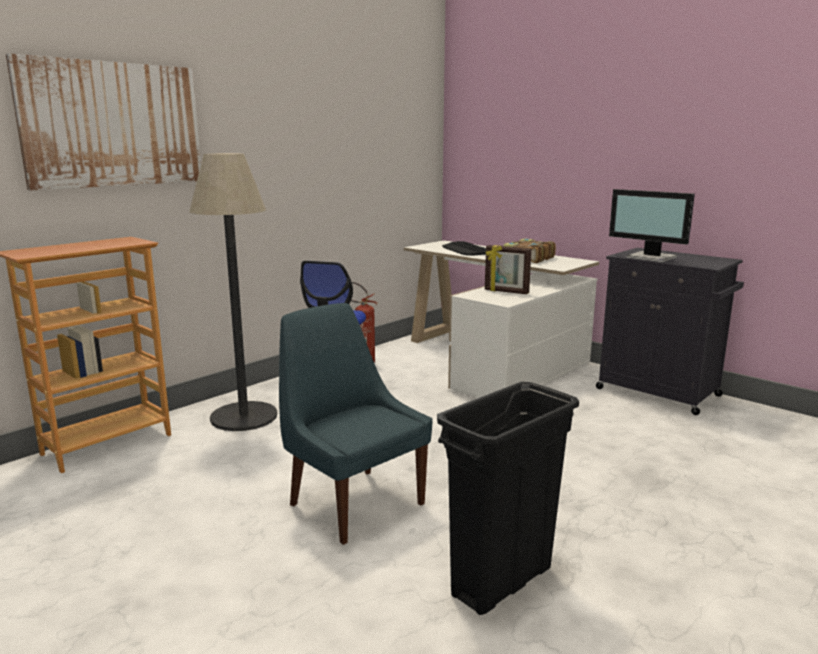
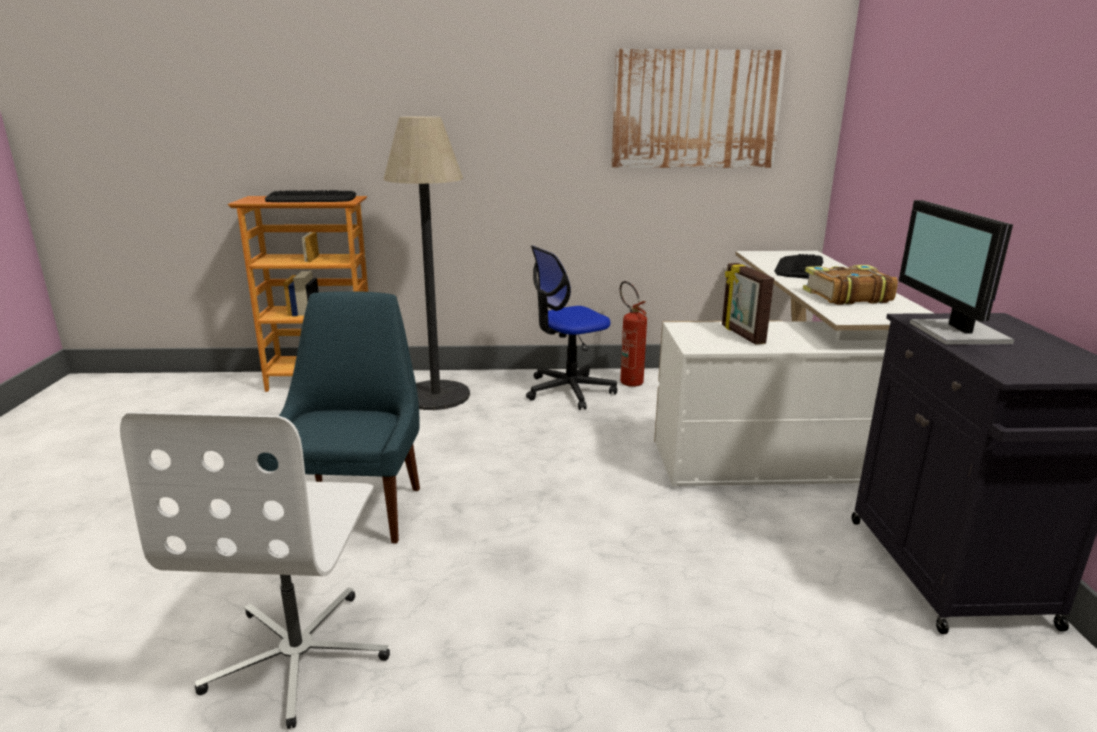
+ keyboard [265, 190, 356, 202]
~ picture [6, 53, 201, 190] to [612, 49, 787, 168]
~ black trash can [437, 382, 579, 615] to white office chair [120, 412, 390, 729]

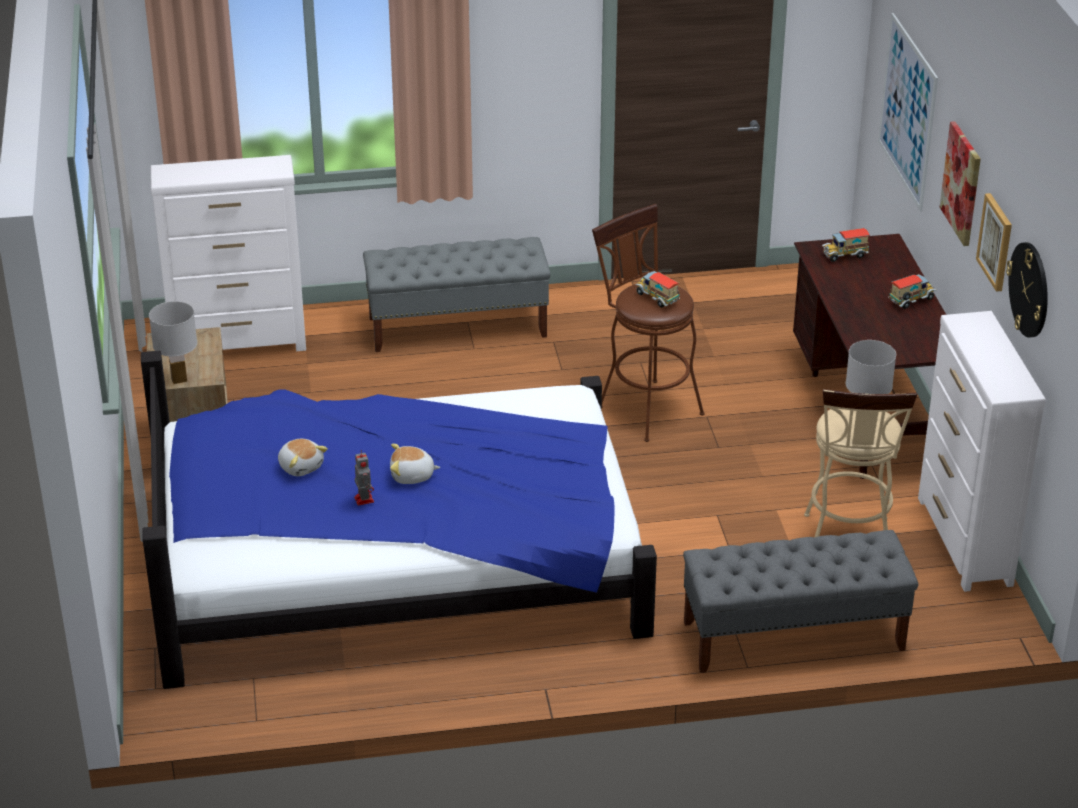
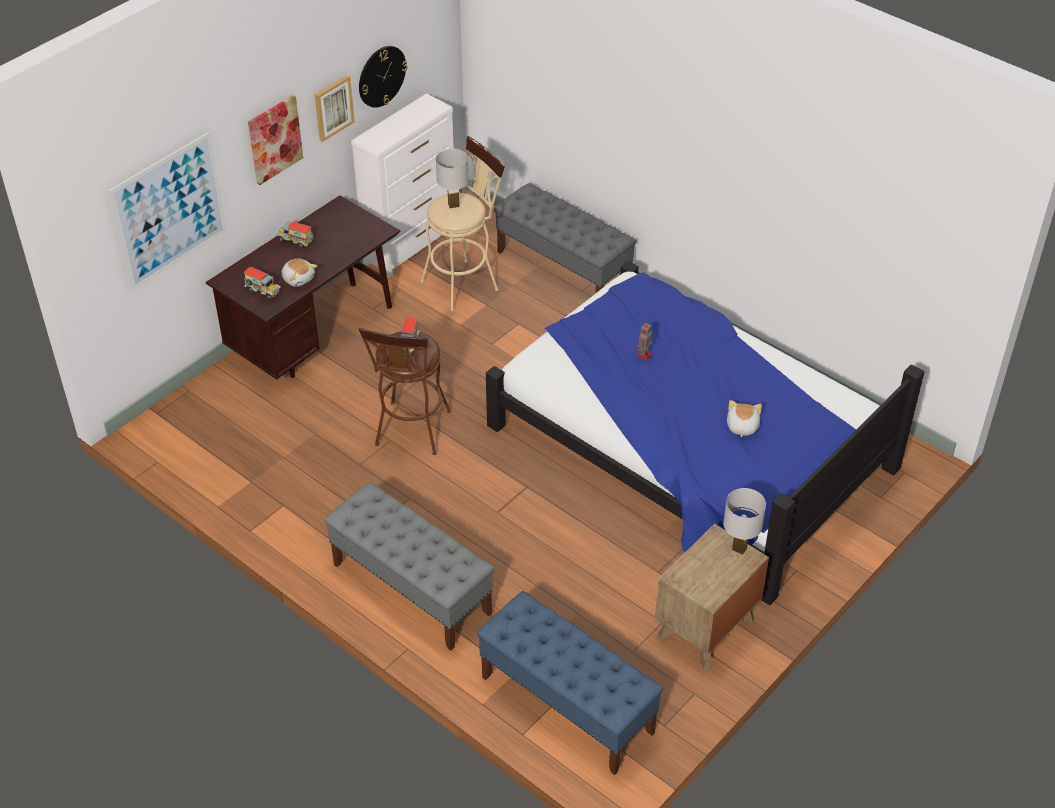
~ toy robot [354, 450, 374, 506] to [636, 323, 652, 360]
~ plush toy [390, 444, 440, 484] to [282, 259, 317, 287]
~ white dresser [150, 155, 306, 351] to blue bench [477, 591, 663, 775]

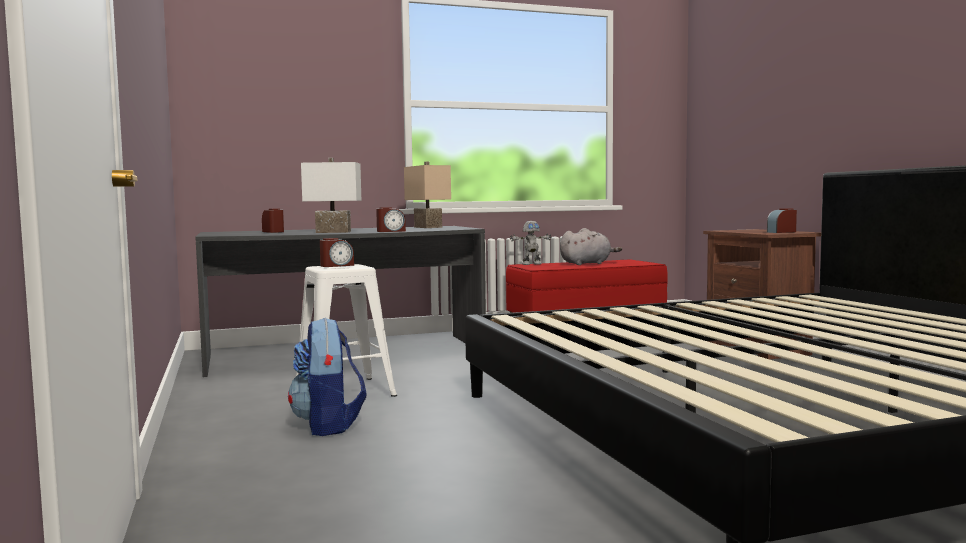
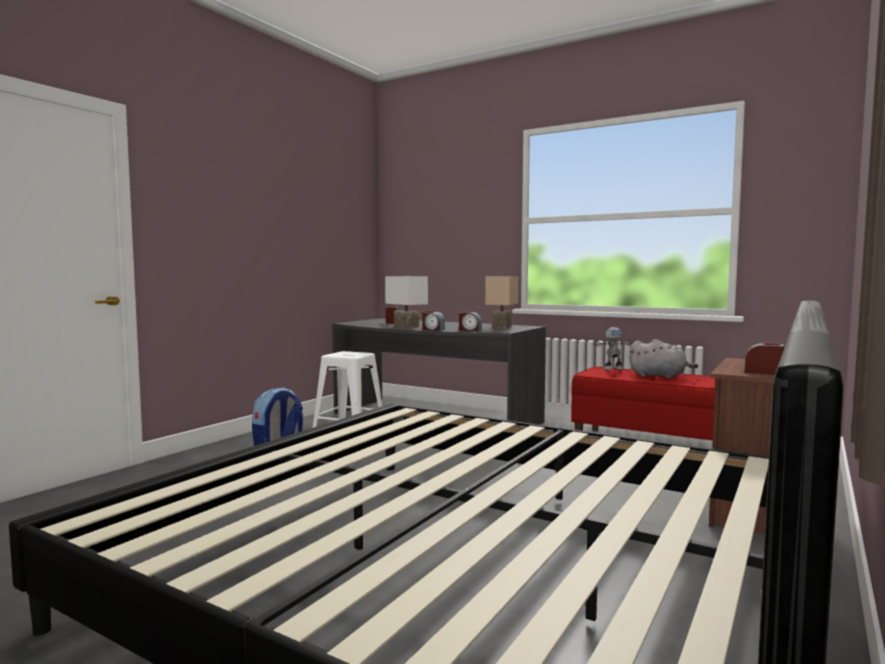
~ alarm clock [320, 238, 354, 267] to [459, 311, 482, 331]
~ toy robot [510, 221, 552, 265] = [593, 327, 633, 370] 45 degrees counterclockwise

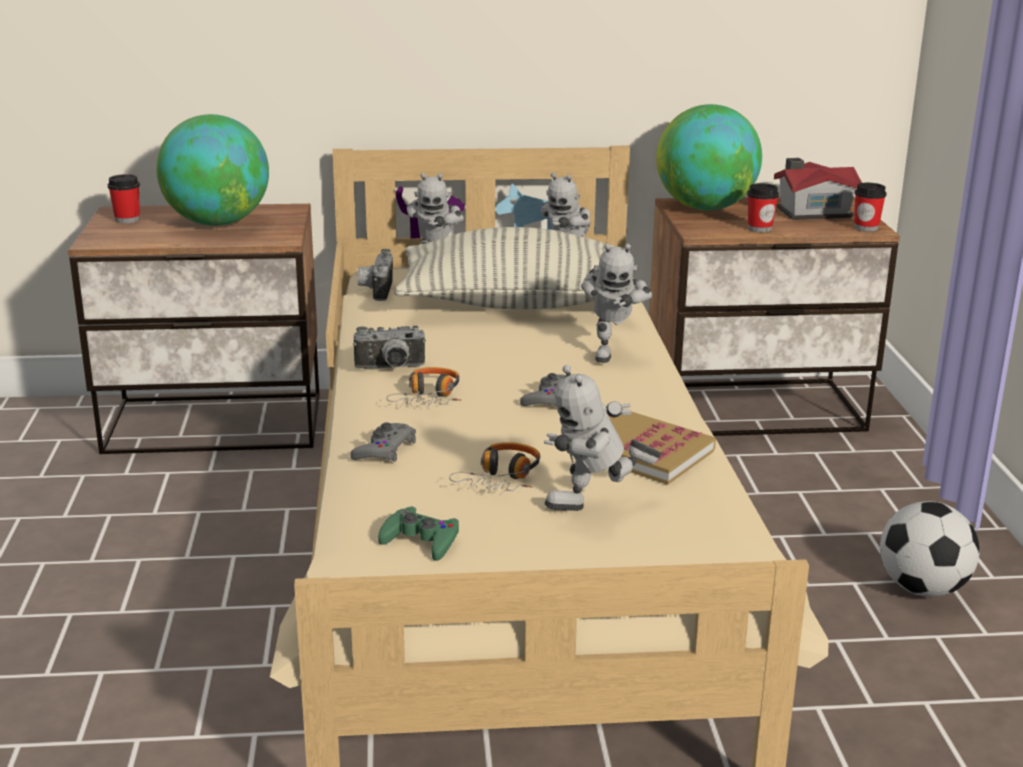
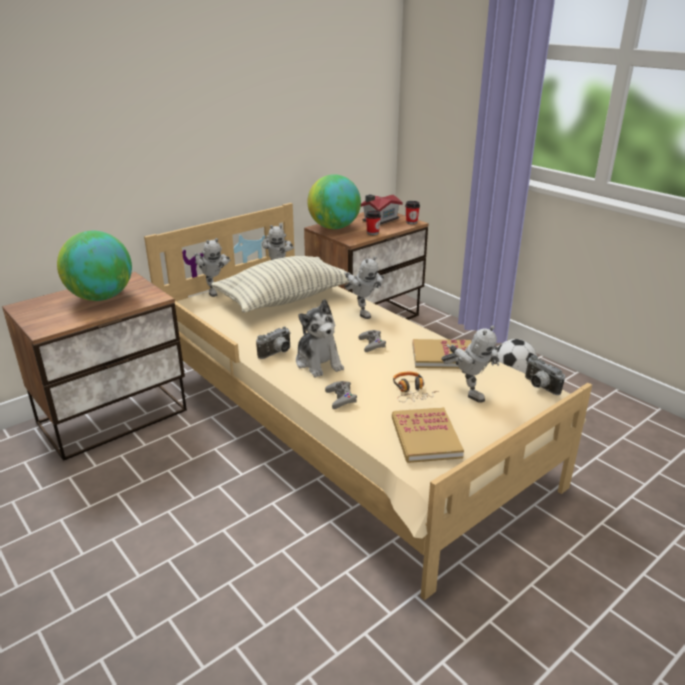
- cup [108, 174, 140, 223]
~ photo camera [358, 249, 393, 301] to [525, 355, 565, 395]
~ green game controller [378, 507, 459, 561] to book [392, 407, 464, 463]
~ headphones [386, 367, 461, 405] to plush toy [296, 299, 344, 378]
~ toy robot [544, 365, 662, 511] = [441, 325, 499, 403] 75 degrees counterclockwise

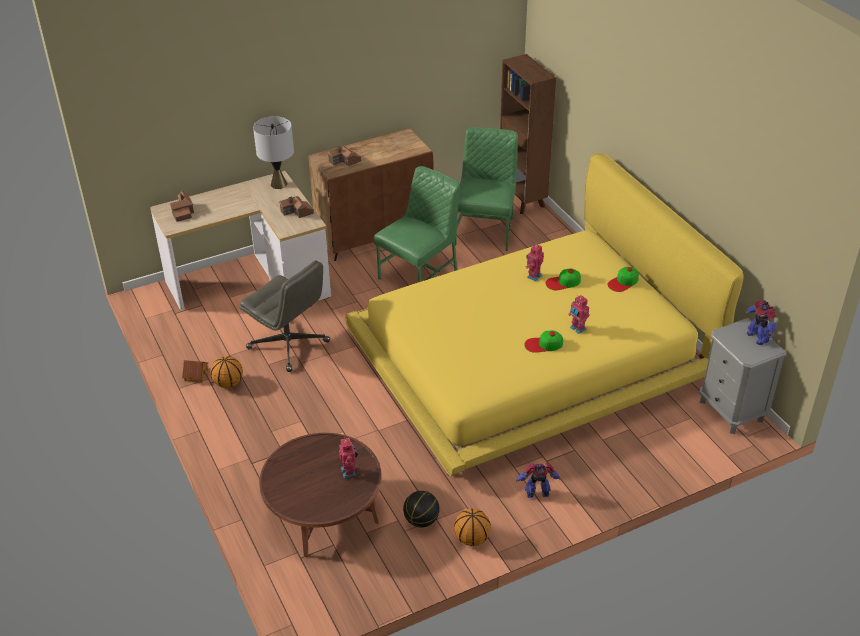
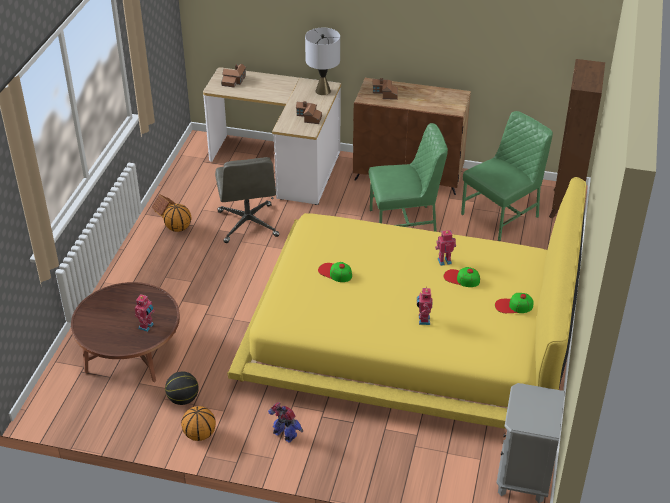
- toy robot [745, 299, 777, 345]
~ cap [524, 331, 563, 353] to [318, 262, 352, 282]

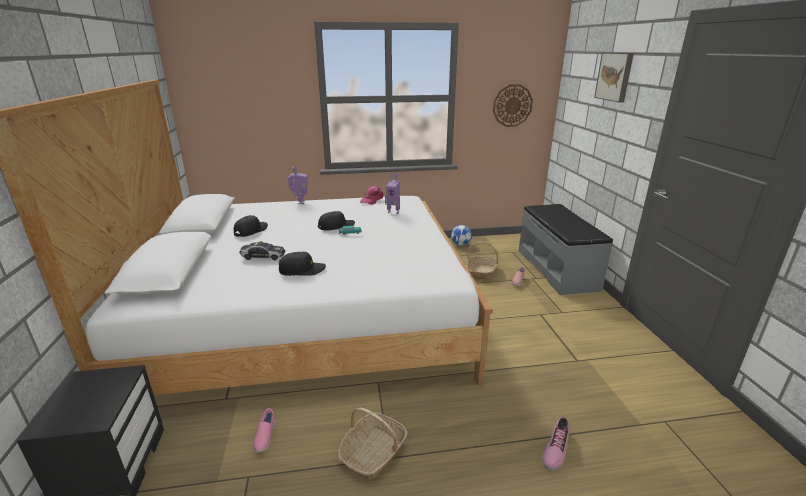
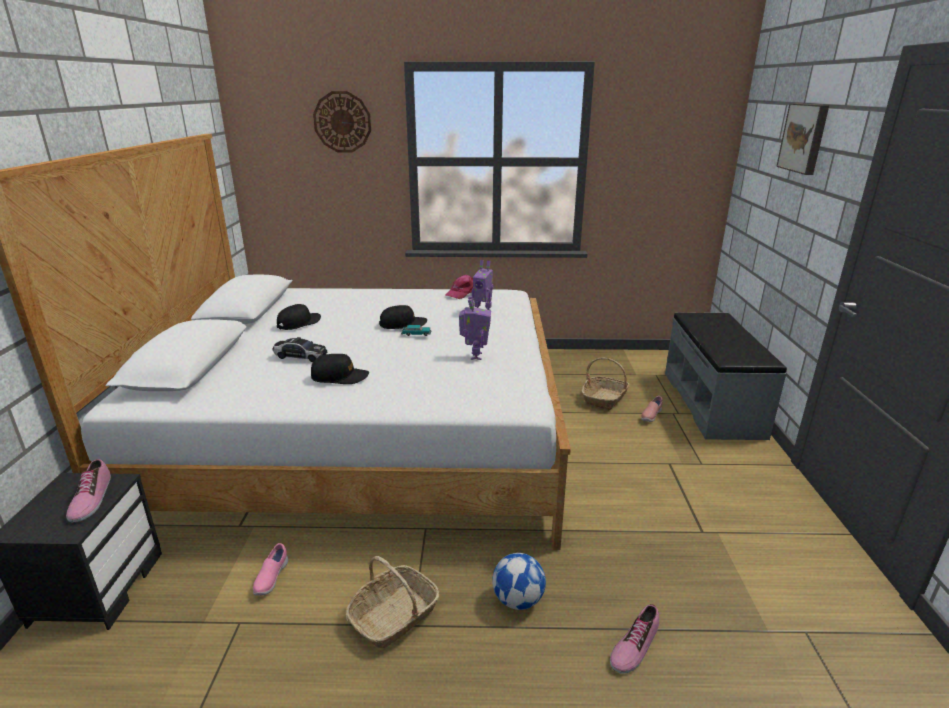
+ shoe [66, 459, 111, 523]
~ toy robot [288, 166, 308, 204] to [459, 296, 491, 360]
~ football [451, 225, 472, 246] to [492, 553, 546, 610]
~ wall clock [493, 84, 533, 127] to [313, 91, 371, 152]

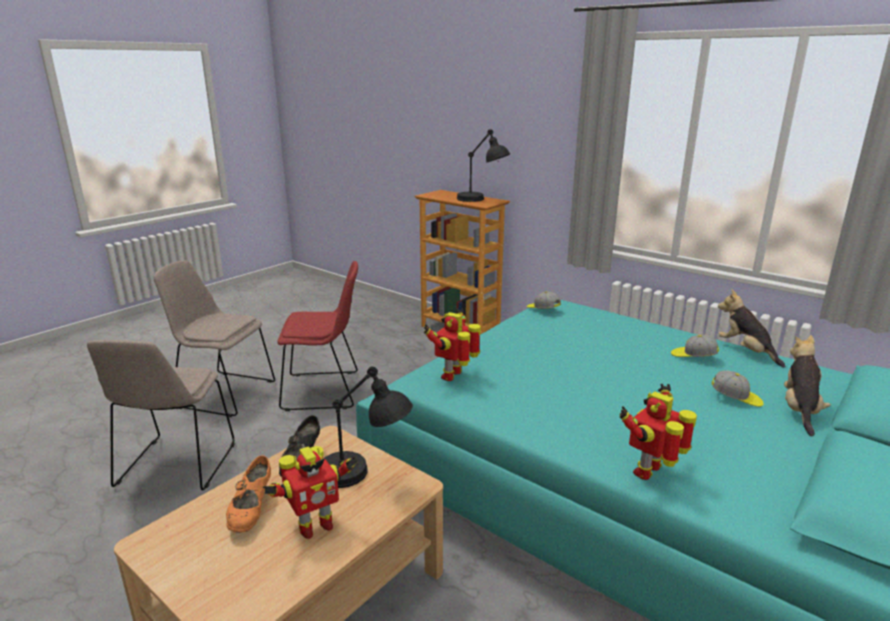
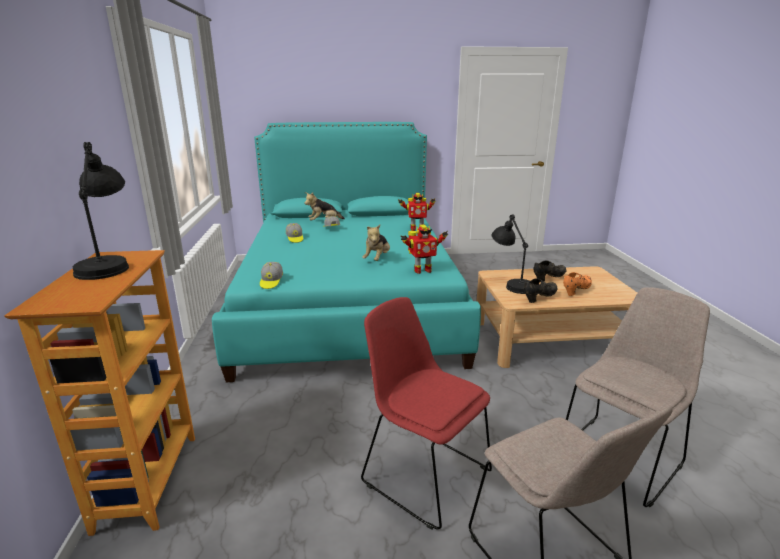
~ plush toy [718, 289, 785, 367] to [362, 224, 390, 261]
~ toy robot [263, 446, 357, 539] to black shoe [534, 260, 567, 282]

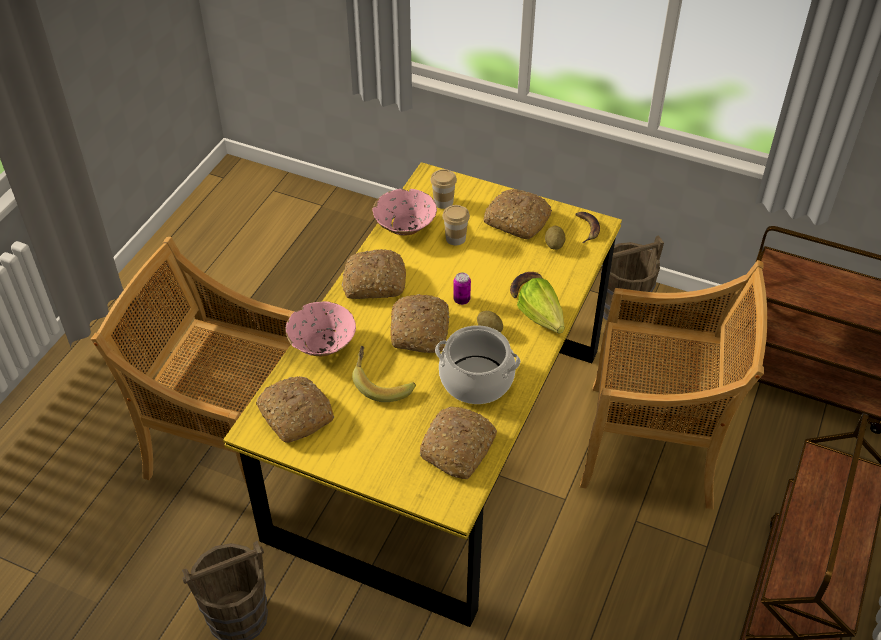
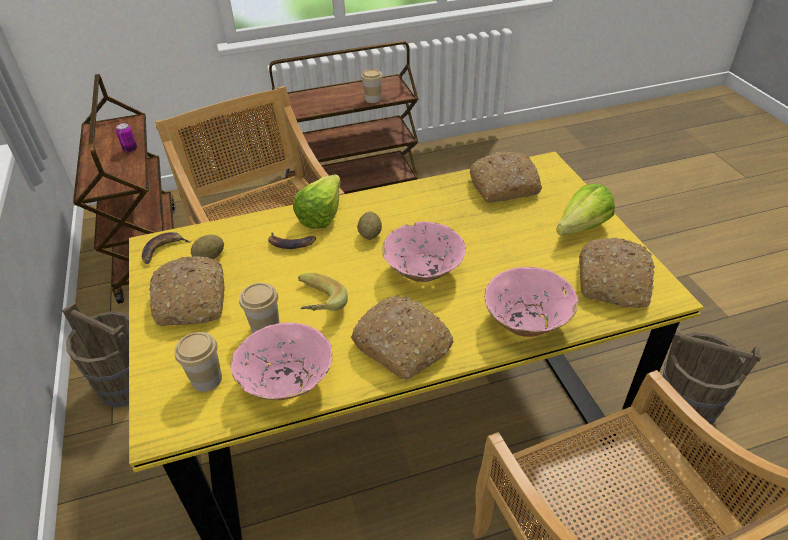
- cooking pot [435, 325, 520, 404]
+ cup [361, 69, 383, 103]
+ lettuce [556, 184, 615, 236]
~ banana [352, 346, 416, 402] to [298, 273, 348, 311]
~ can [453, 272, 471, 305] to [116, 123, 137, 153]
~ bread [390, 294, 450, 353] to pink bowl [382, 222, 466, 282]

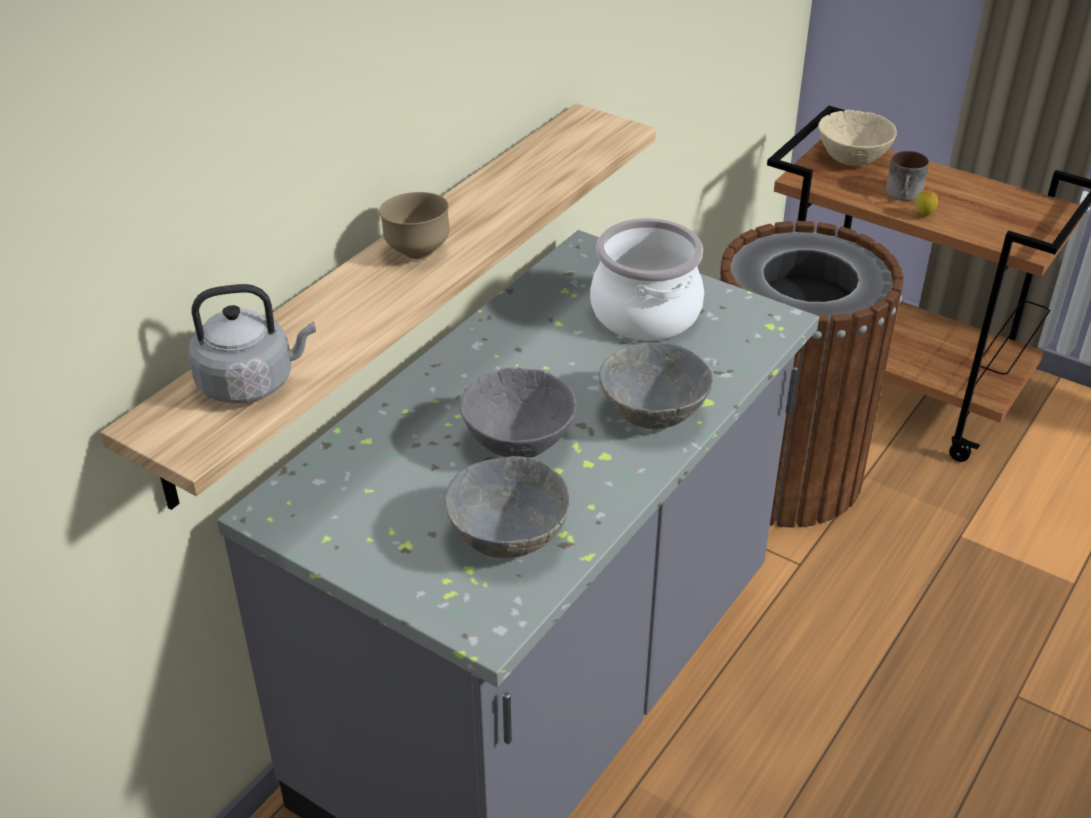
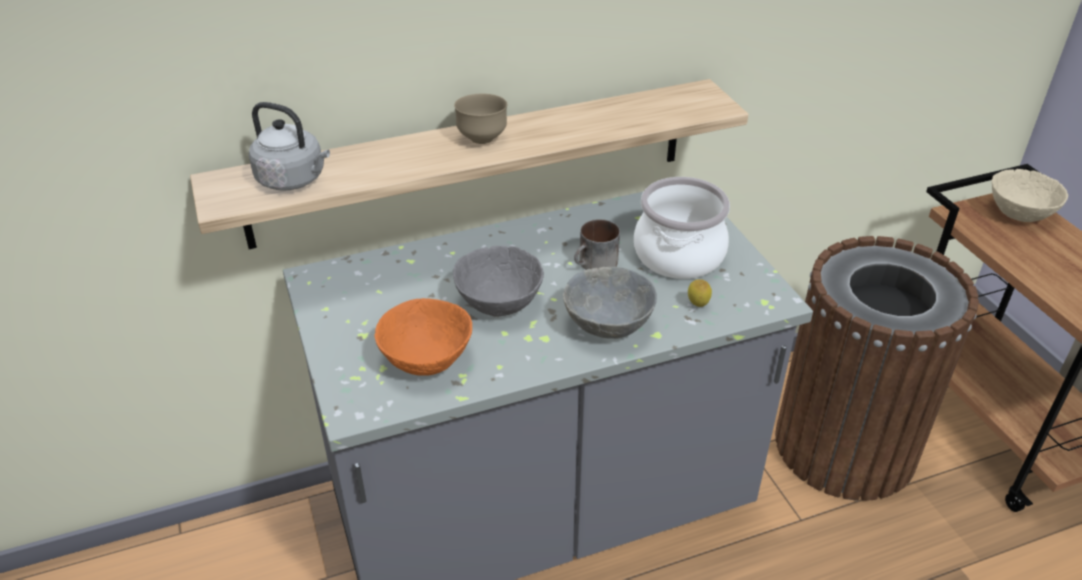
~ mug [886, 151, 929, 201] to [574, 219, 620, 270]
~ lemon [915, 190, 938, 217] to [688, 279, 712, 307]
~ grey bowl [444, 456, 570, 558] to orange bowl [374, 298, 472, 376]

